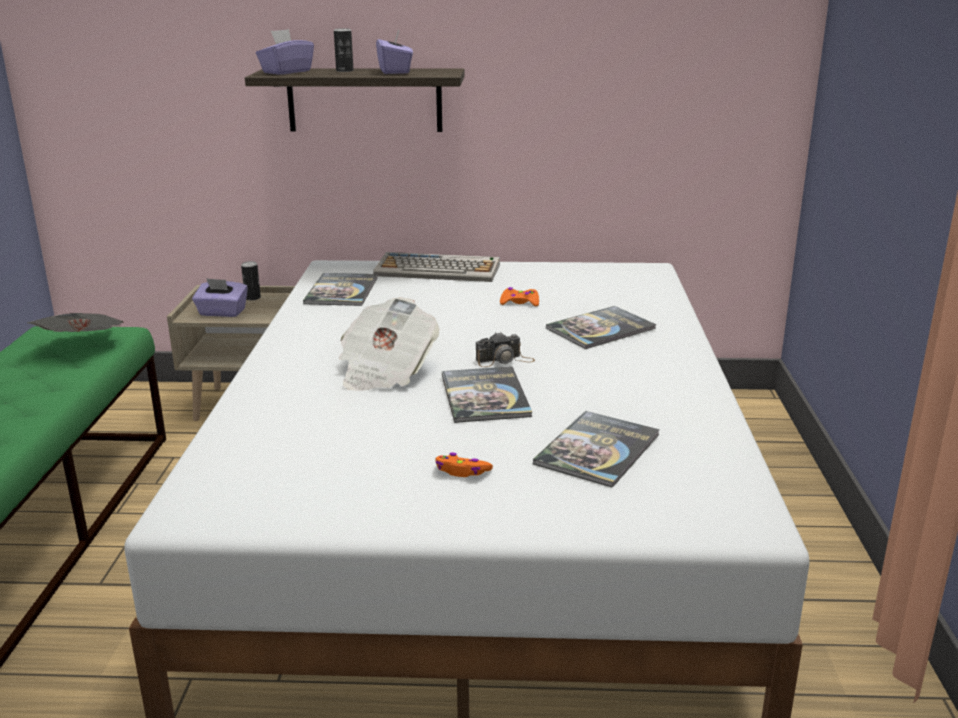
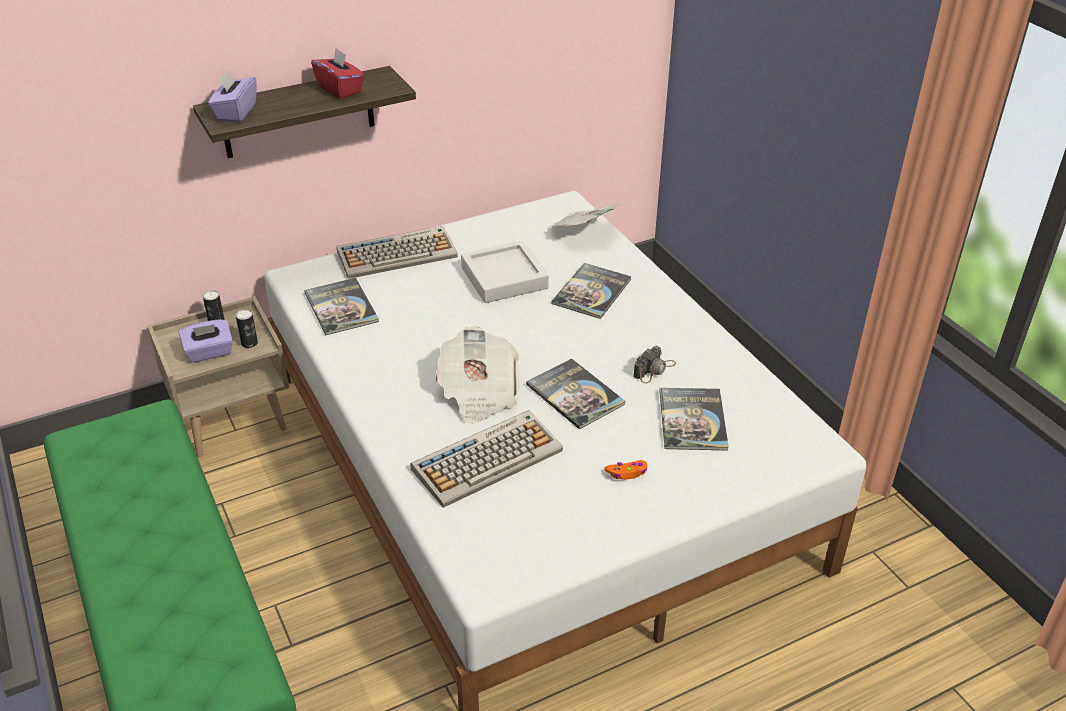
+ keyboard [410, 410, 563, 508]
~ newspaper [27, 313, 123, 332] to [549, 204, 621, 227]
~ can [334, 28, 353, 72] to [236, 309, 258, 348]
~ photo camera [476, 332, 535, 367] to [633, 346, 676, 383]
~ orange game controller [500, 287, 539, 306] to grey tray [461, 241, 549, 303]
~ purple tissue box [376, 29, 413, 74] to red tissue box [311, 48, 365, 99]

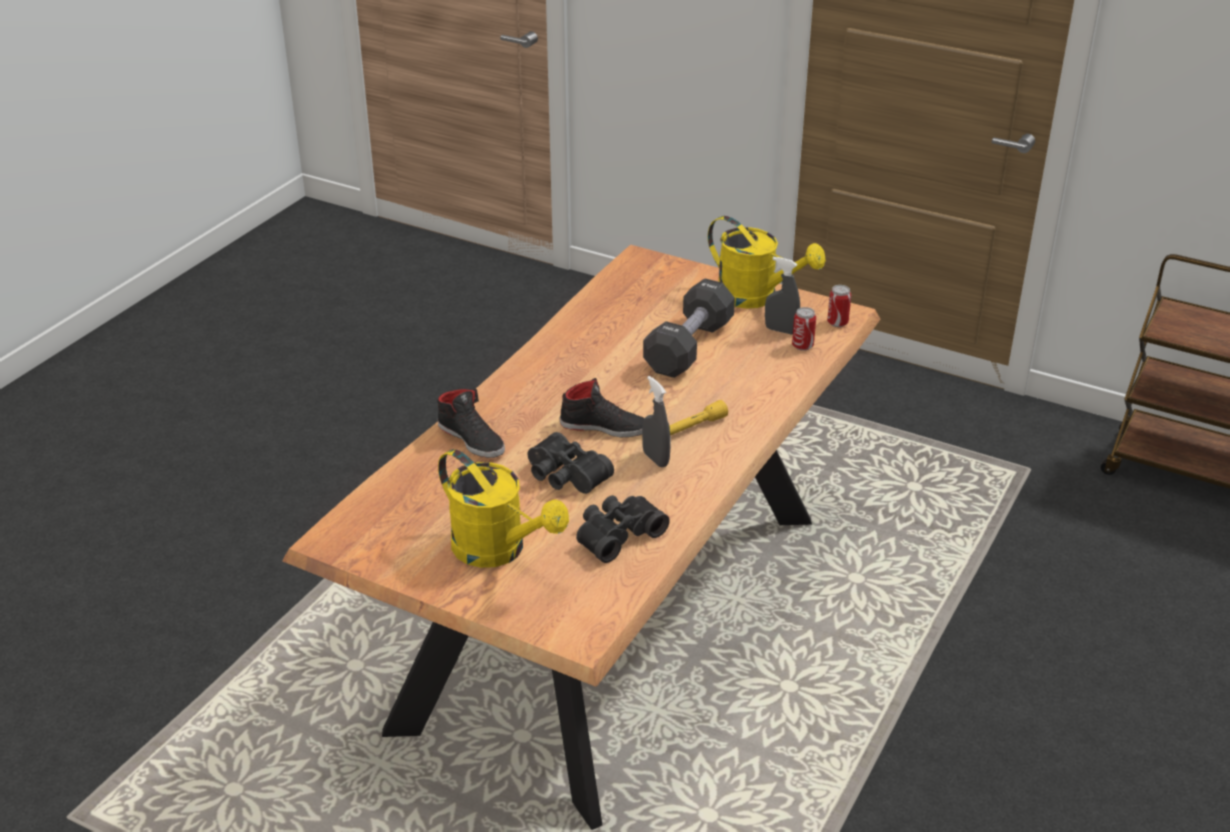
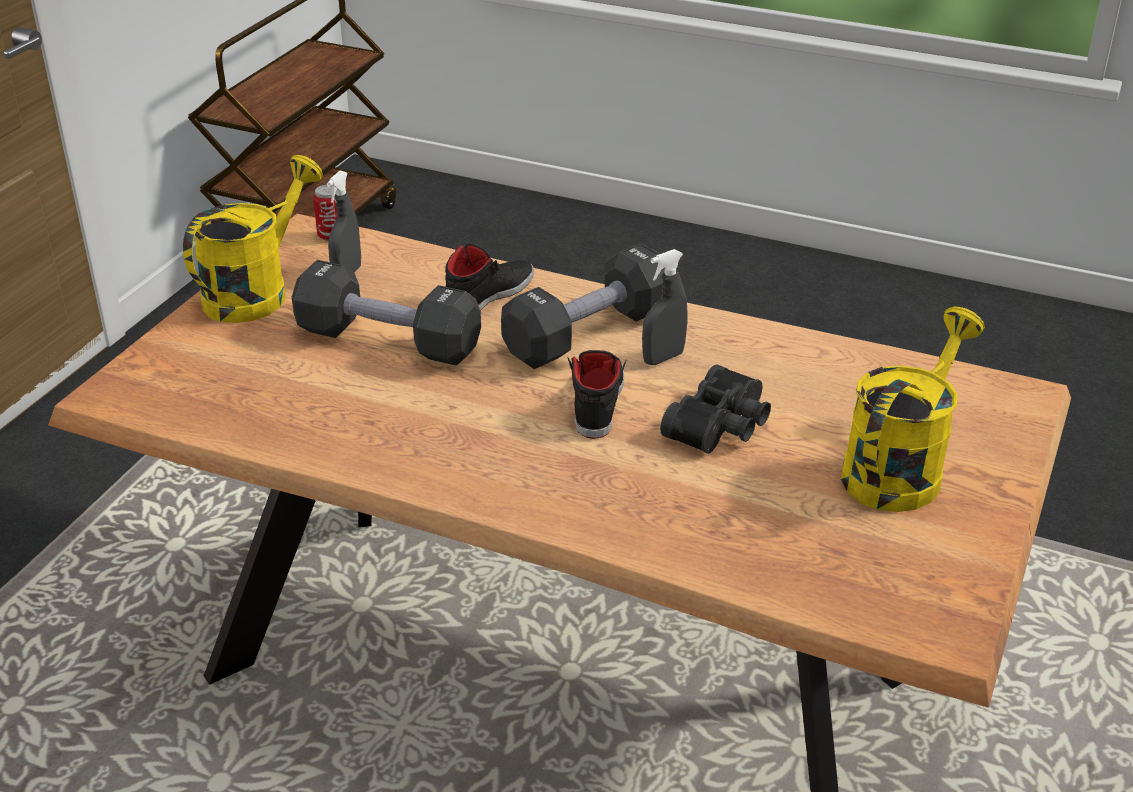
- black binoculars [576, 495, 670, 563]
- can [792, 307, 816, 351]
~ black shoe [437, 389, 505, 458] to [445, 243, 534, 311]
~ yellow flashlight [669, 400, 728, 435] to black dumbbell [501, 243, 665, 369]

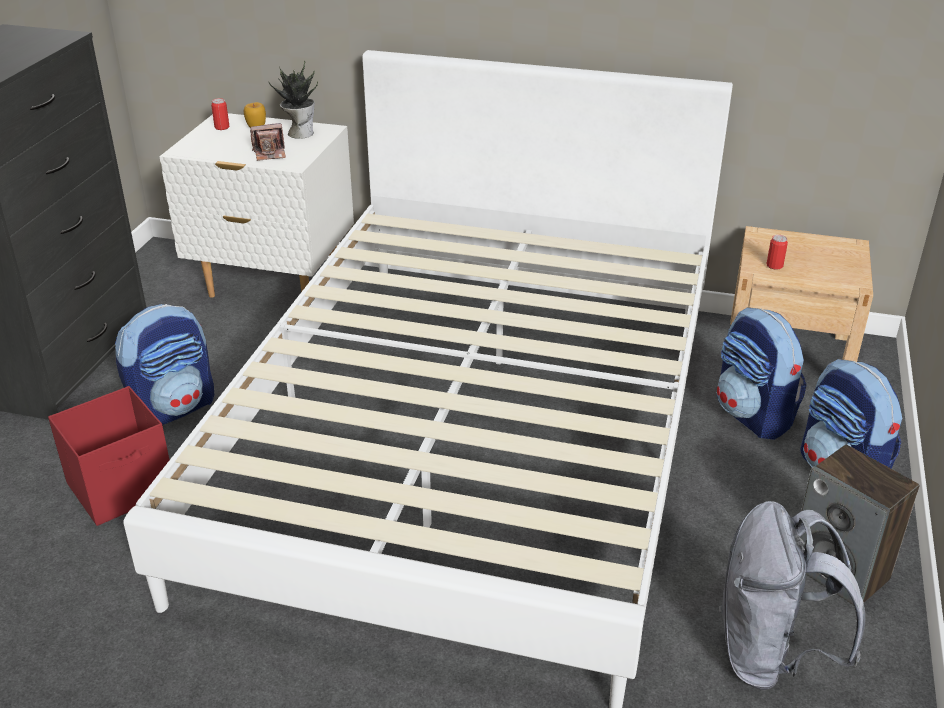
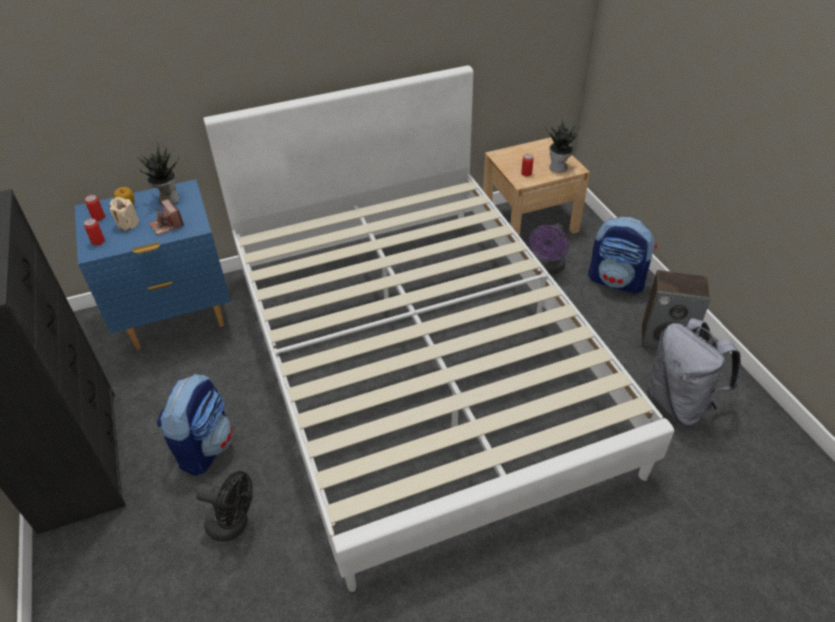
+ can [84, 218, 105, 245]
+ beige candle [110, 197, 139, 231]
+ potted plant [545, 118, 580, 173]
~ red storage box [48, 386, 169, 526] to black fan [196, 471, 253, 542]
~ backpack [717, 307, 806, 440] to purple fan [529, 223, 569, 274]
~ white nightstand [159, 113, 354, 298] to blue nightstand [75, 179, 231, 350]
~ photo camera [250, 123, 286, 161] = [149, 199, 184, 235] 105 degrees clockwise

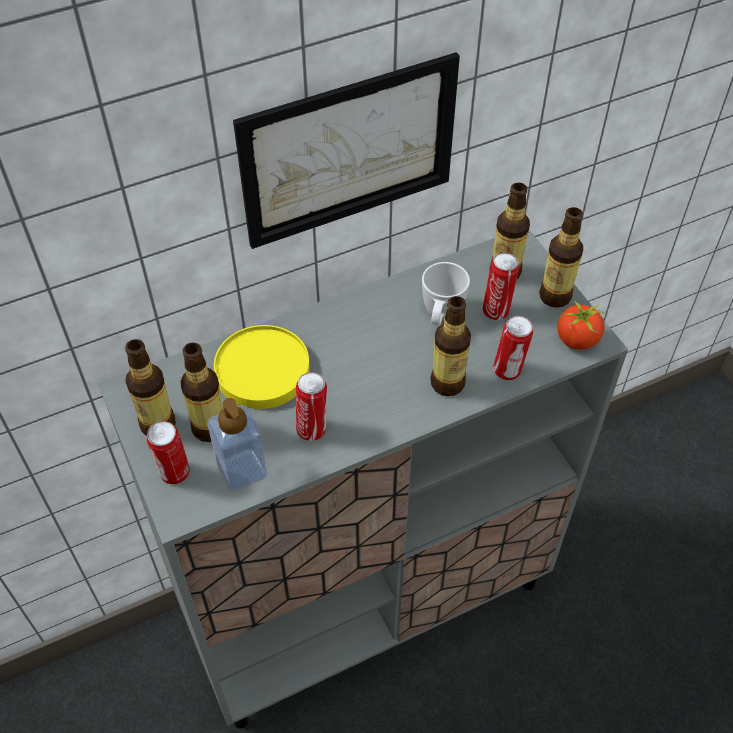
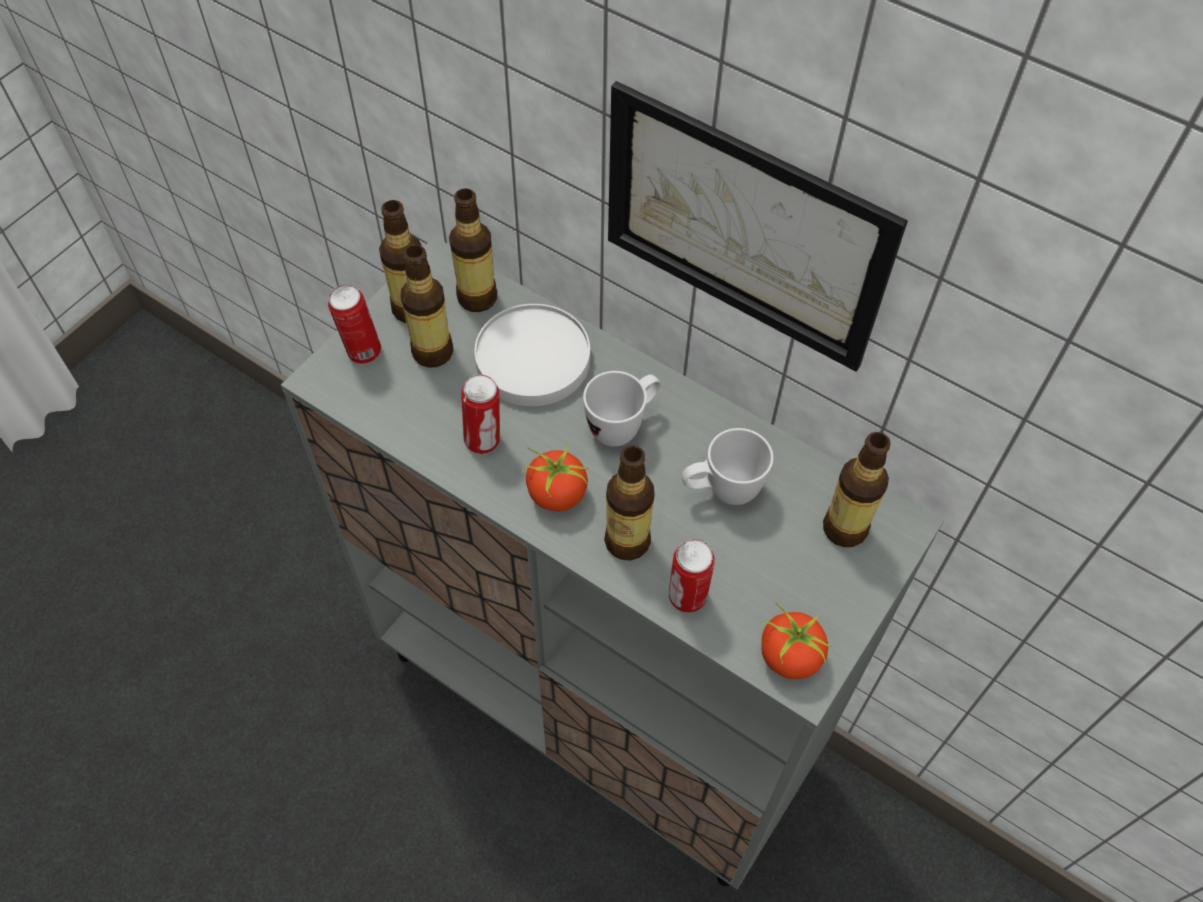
- soap dispenser [208, 398, 267, 491]
- can [483, 253, 519, 321]
+ tomato [522, 445, 589, 511]
+ white mug [583, 371, 661, 447]
~ bottle [539, 207, 583, 308] to [449, 188, 497, 312]
~ yellow plate [214, 325, 310, 409] to white plate [474, 304, 590, 406]

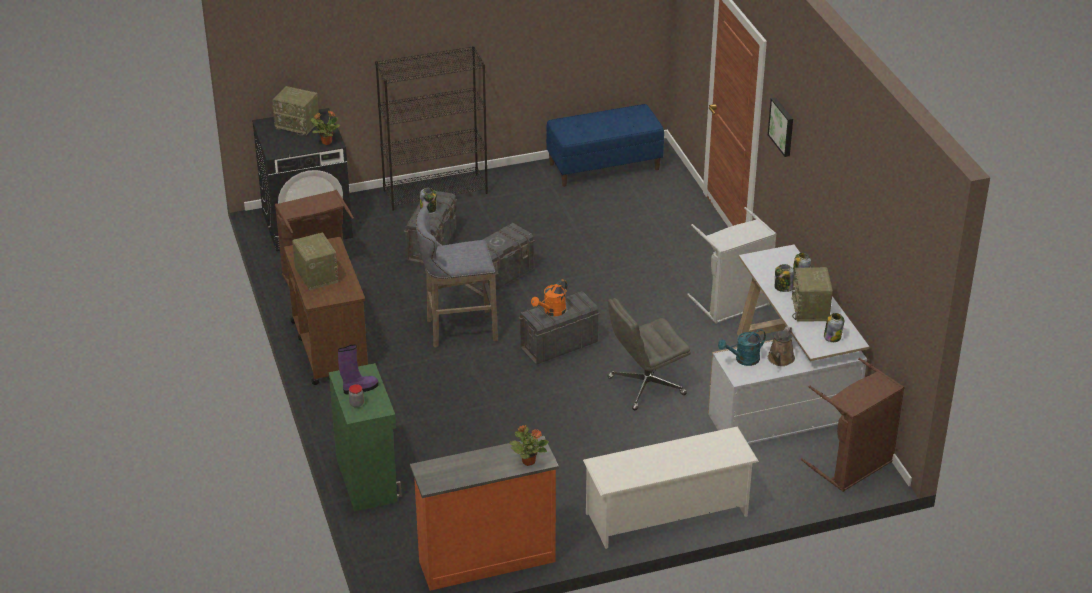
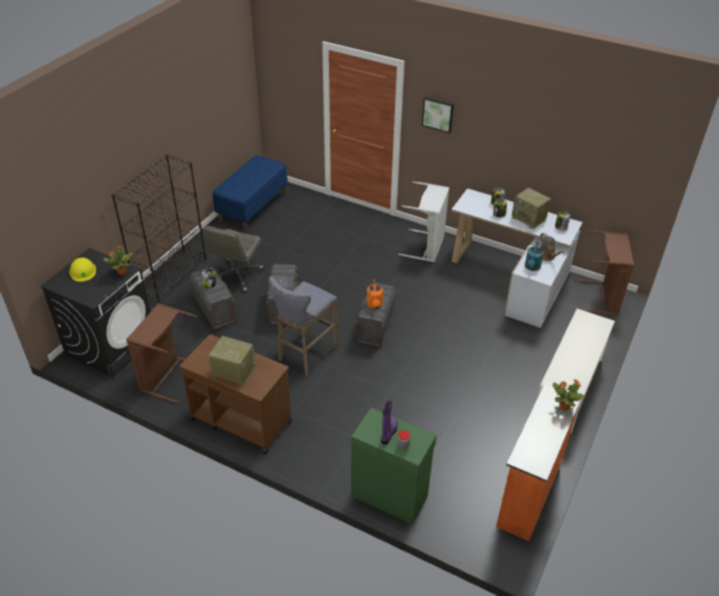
~ grey office chair [607, 298, 691, 410] to [203, 226, 264, 292]
~ radio [272, 86, 319, 136] to yellow hard hat [69, 258, 96, 282]

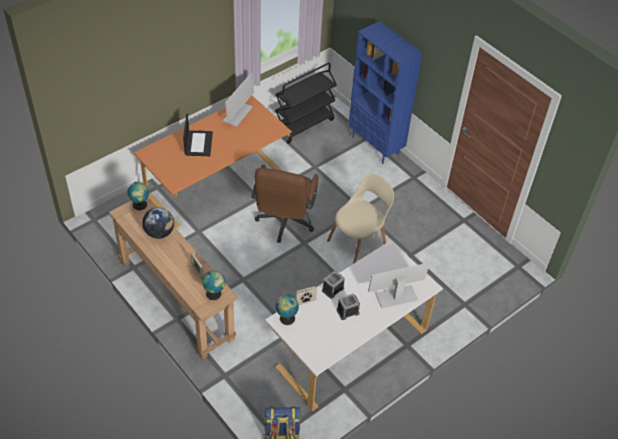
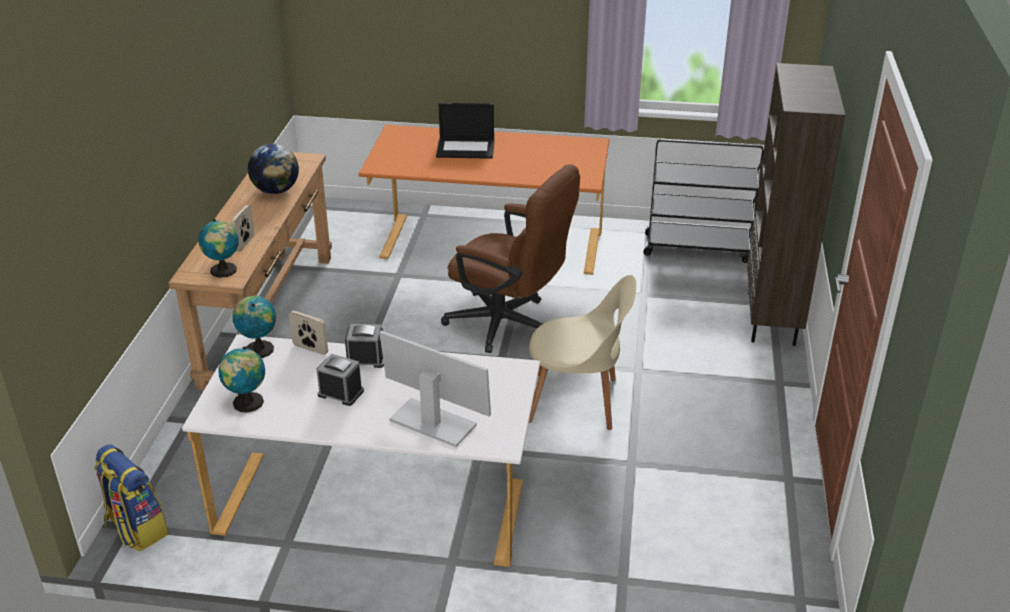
- monitor [223, 73, 254, 127]
~ globe [127, 182, 149, 210] to [218, 346, 265, 413]
~ blue bookcase [348, 21, 422, 164] to brown bookcase [747, 63, 845, 346]
~ laptop [183, 113, 213, 156] = [436, 103, 495, 159] 45 degrees clockwise
~ brown office chair [251, 164, 319, 243] = [441, 164, 580, 353] 120 degrees counterclockwise

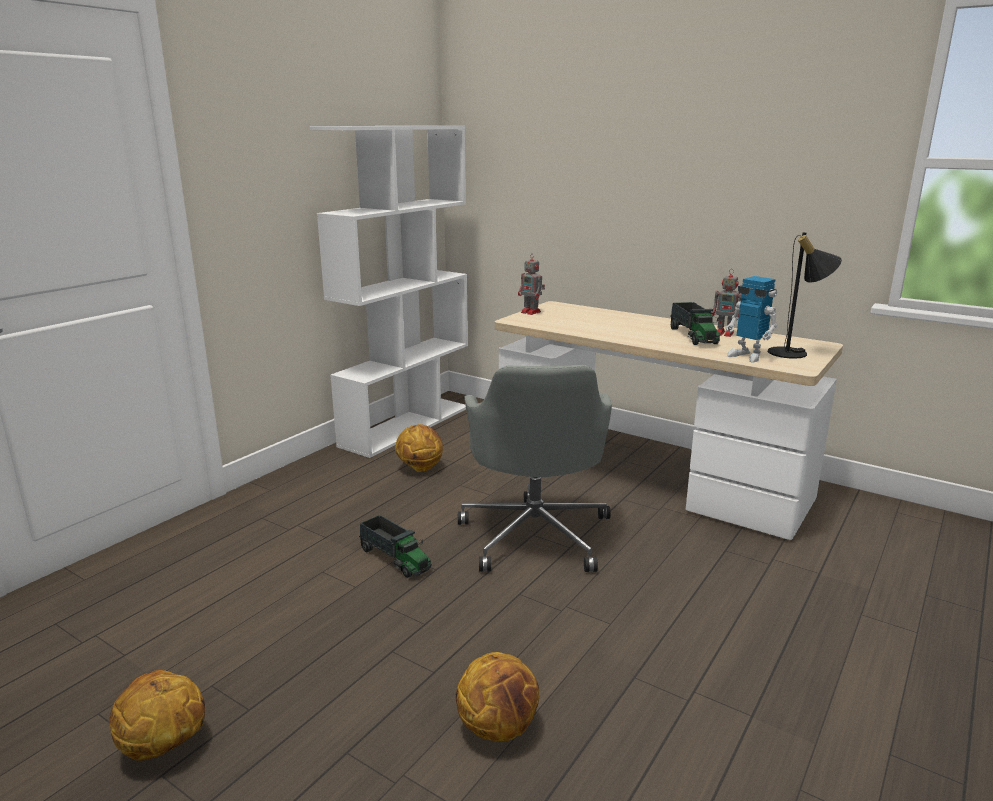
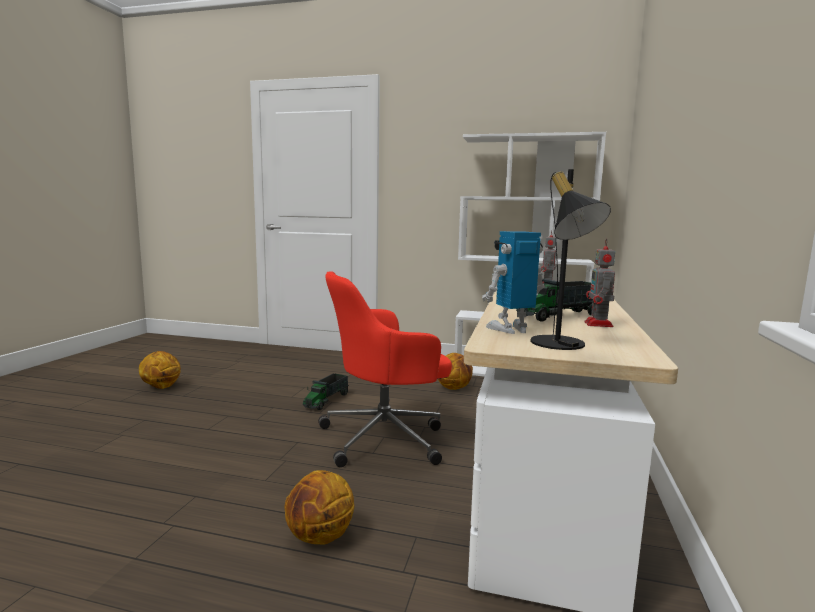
~ basketball [456, 652, 539, 742] to [285, 470, 354, 544]
~ grey office chair [458, 365, 612, 572] to red office chair [318, 271, 452, 467]
~ toy robot [726, 276, 778, 363] = [482, 231, 545, 334] 45 degrees clockwise

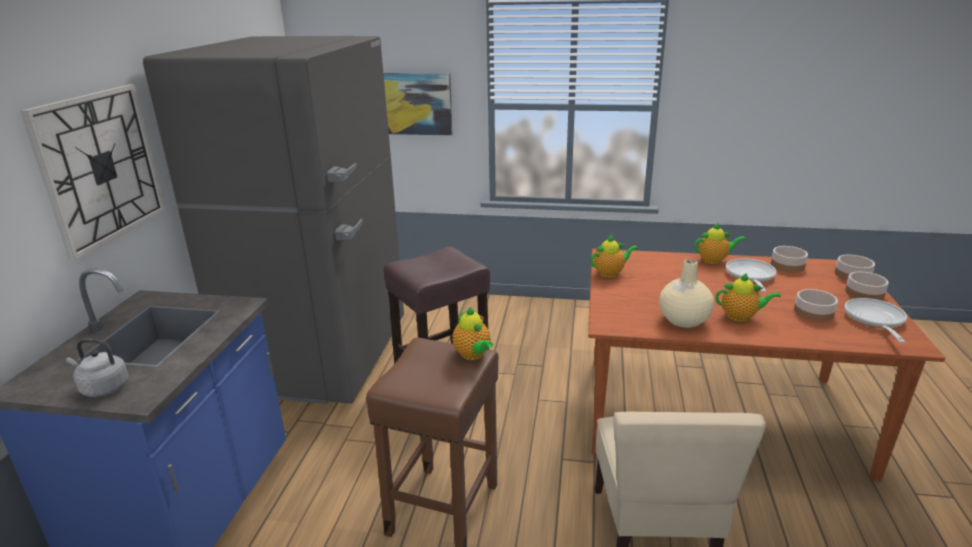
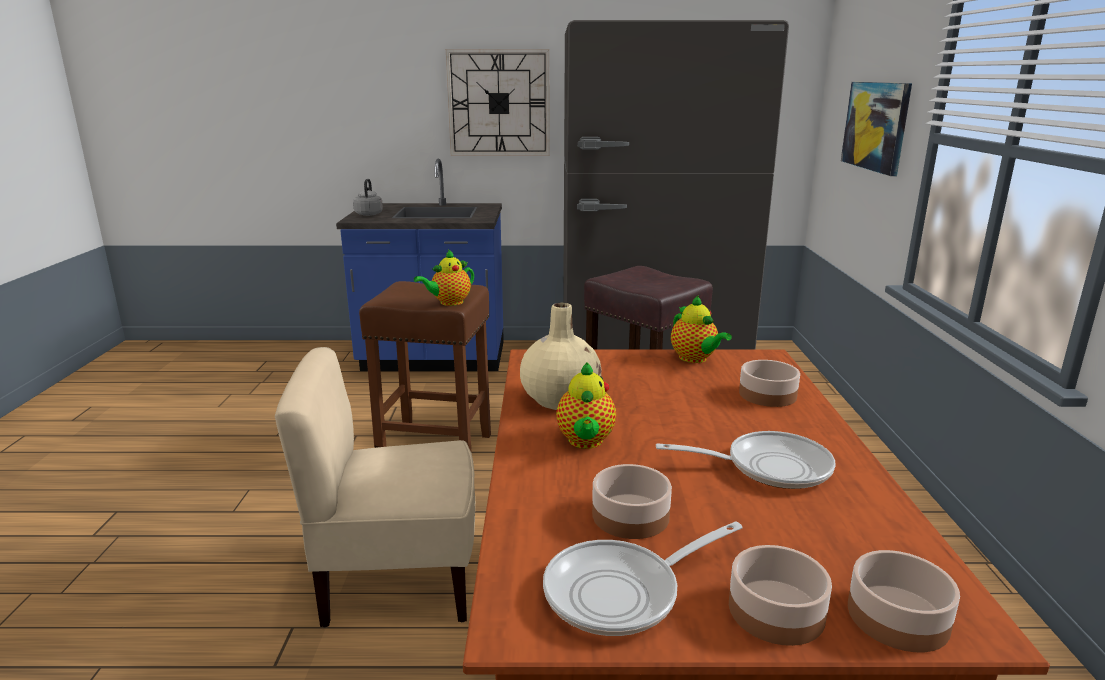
- teapot [694, 223, 745, 264]
~ bowl [771, 246, 808, 272] to [739, 360, 800, 407]
~ frying pan [845, 298, 907, 343] = [543, 521, 743, 636] 150 degrees clockwise

